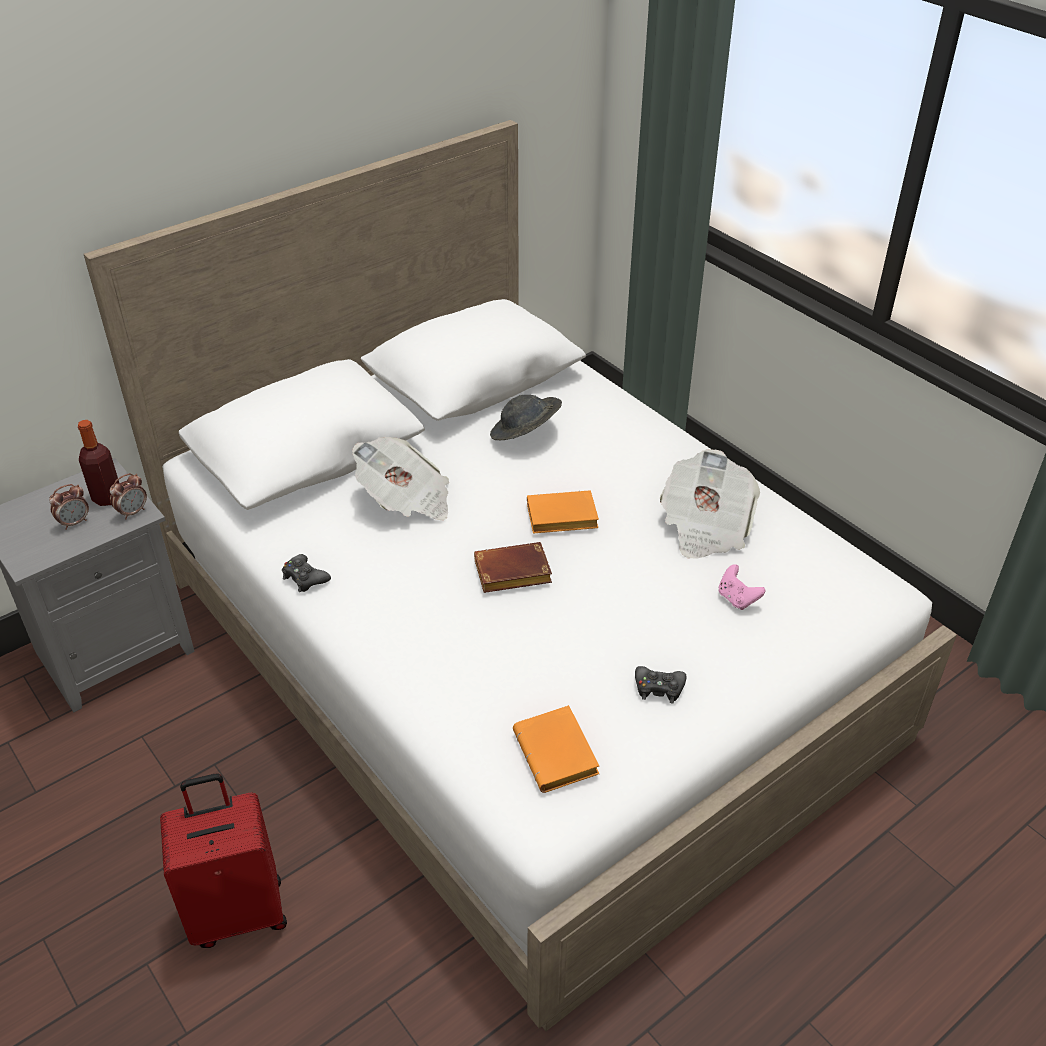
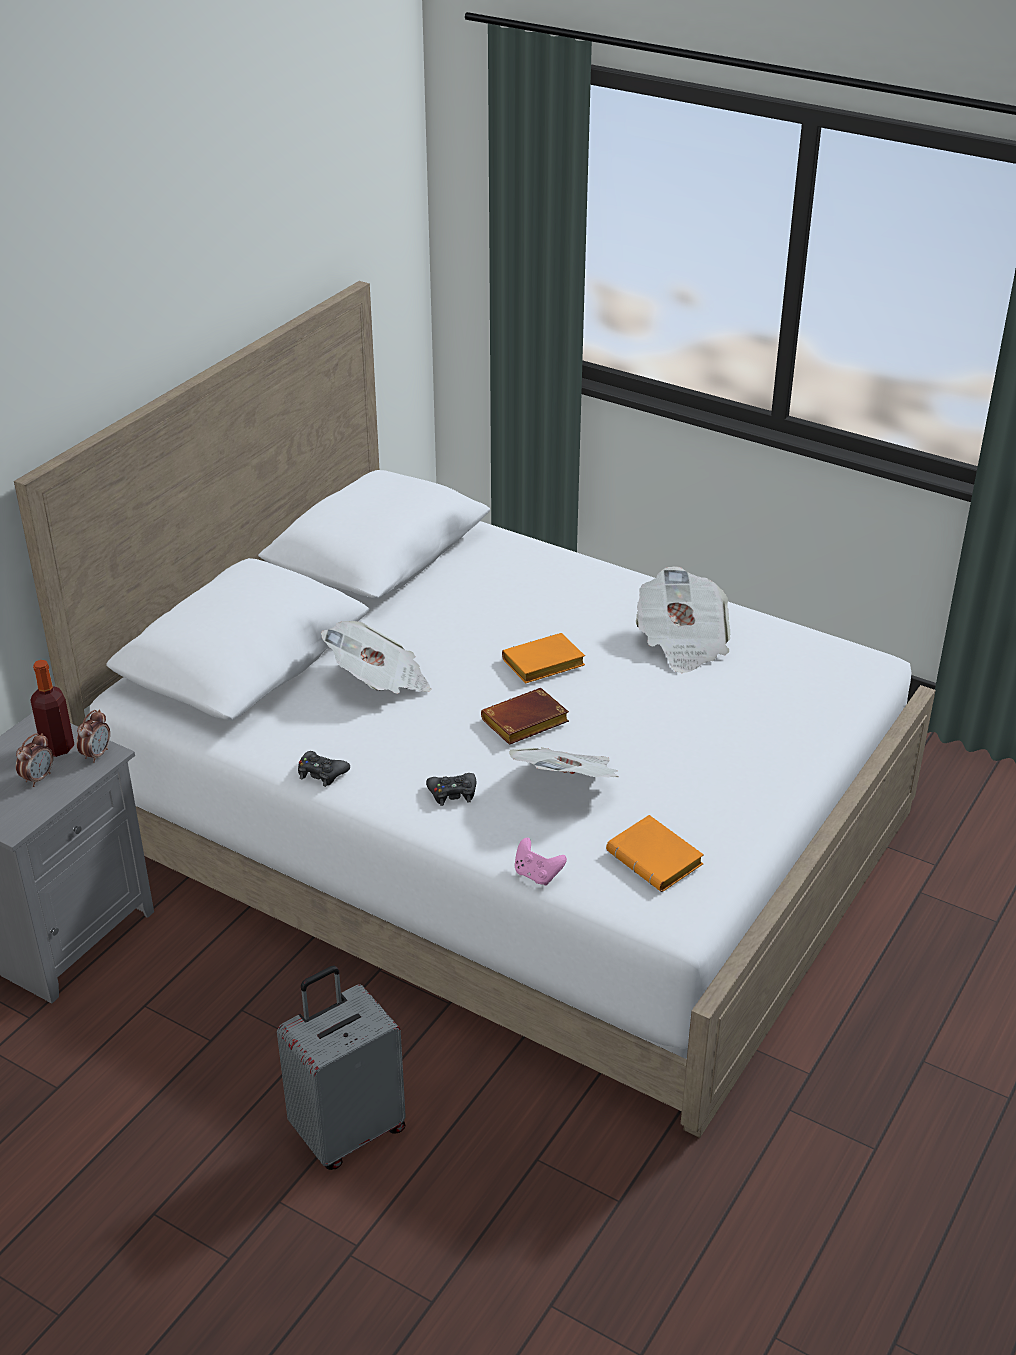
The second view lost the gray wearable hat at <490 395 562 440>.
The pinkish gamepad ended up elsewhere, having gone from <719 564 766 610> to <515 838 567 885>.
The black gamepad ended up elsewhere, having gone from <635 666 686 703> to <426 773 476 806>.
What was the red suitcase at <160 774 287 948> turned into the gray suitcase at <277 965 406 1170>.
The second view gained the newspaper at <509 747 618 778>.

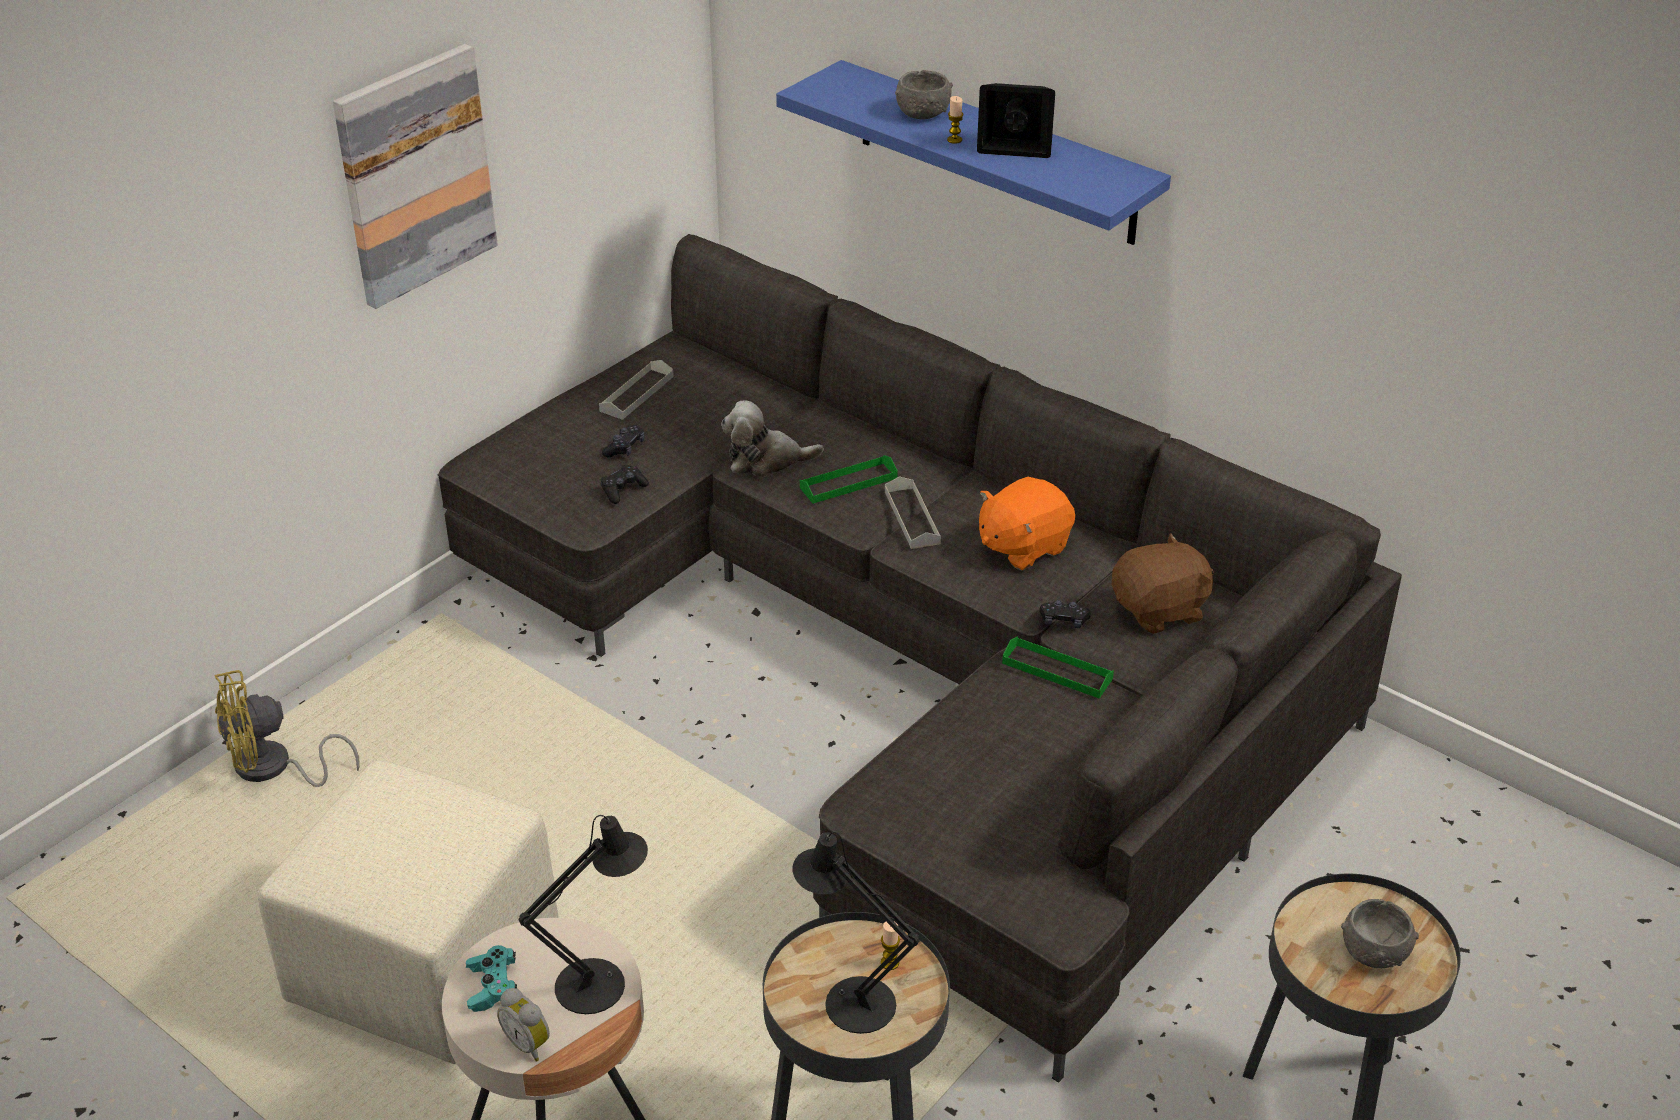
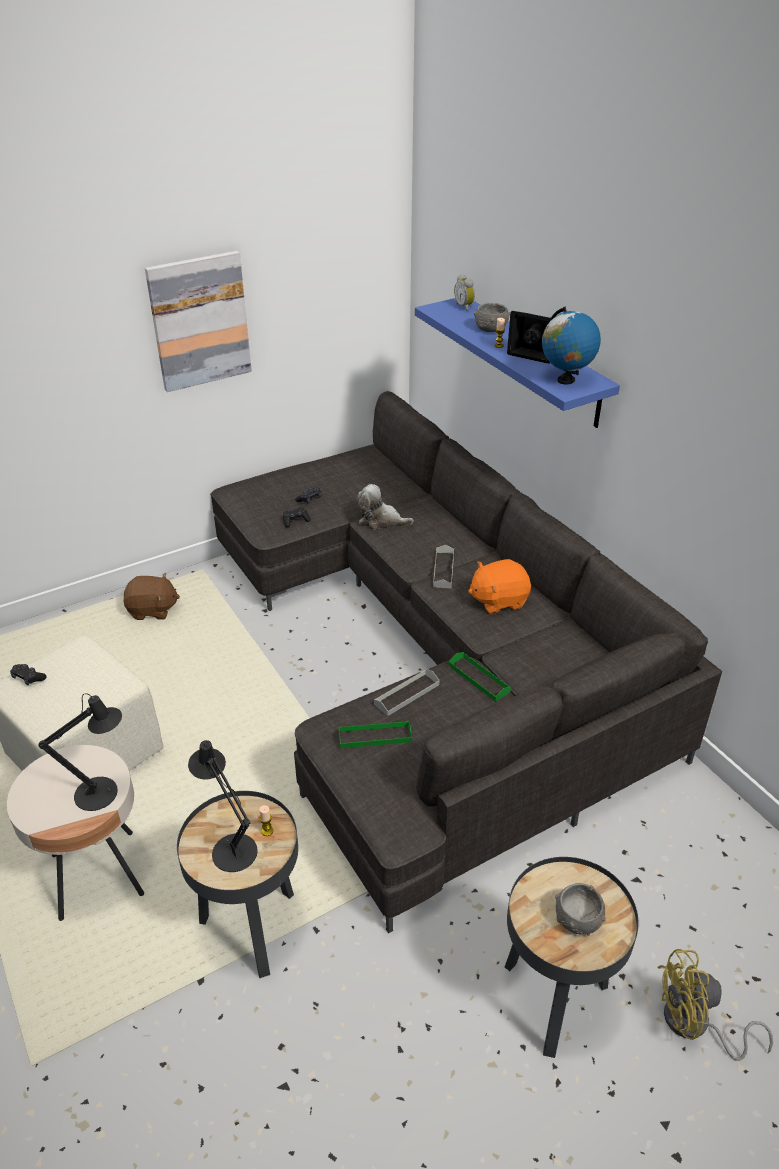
The gray serving tray ended up elsewhere, having gone from <599 360 674 420> to <374 669 439 716>.
The greenish serving tray ended up elsewhere, having gone from <800 455 898 504> to <338 721 412 748>.
The brownish plush toy ended up elsewhere, having gone from <1112 533 1214 634> to <124 573 180 620>.
The black gamepad ended up elsewhere, having gone from <1039 600 1091 628> to <10 664 47 685>.
The yellow cooling fan ended up elsewhere, having gone from <215 670 360 787> to <658 949 773 1061>.
The second view lost the turquoise gamepad at <466 945 517 1012>.
The bedside clock ended up elsewhere, having gone from <497 988 550 1062> to <454 274 475 311>.
The second view gained the desk globe at <542 307 601 384>.

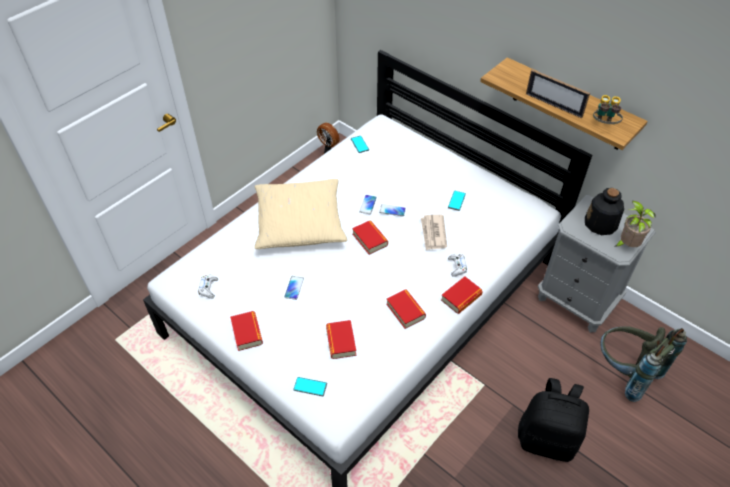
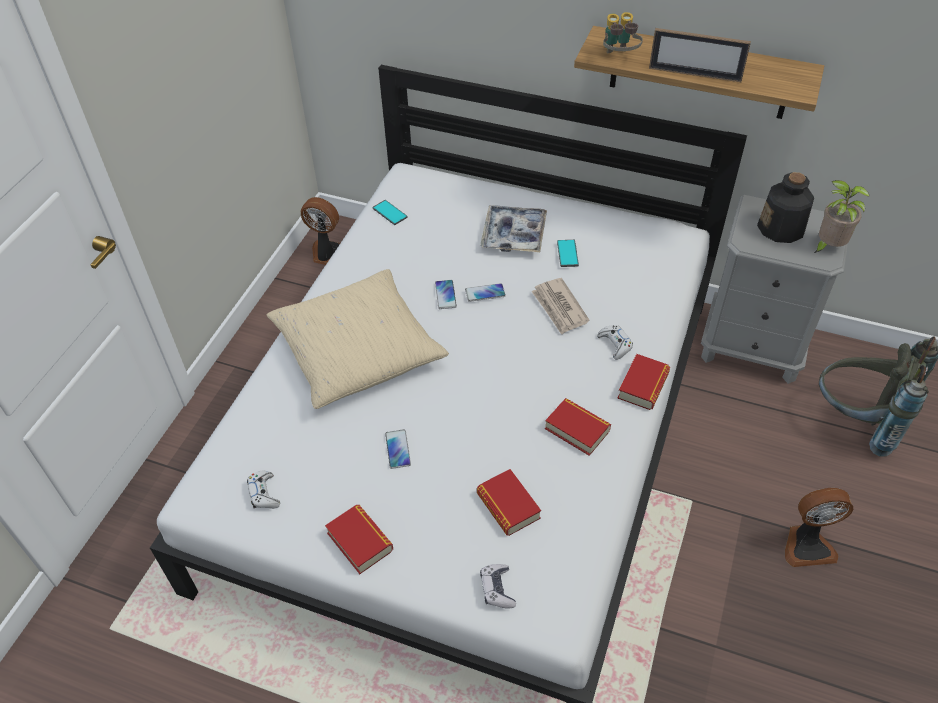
The pair of binoculars ended up elsewhere, having gone from <593 95 623 124> to <603 12 643 53>.
The second view lost the book at <352 220 388 255>.
Where the phone stood at <293 377 327 396>, the gamepad came to stand at <480 564 516 609>.
Where the black knapsack stood at <518 378 589 462>, the cooling fan came to stand at <785 488 853 567>.
The second view gained the serving tray at <480 205 547 252>.

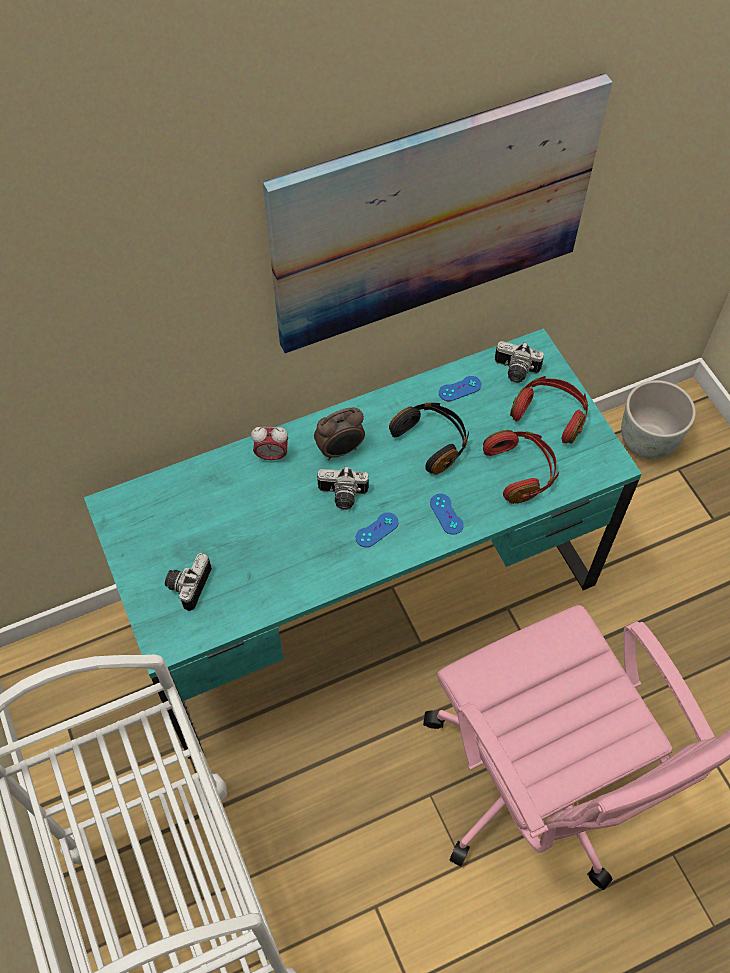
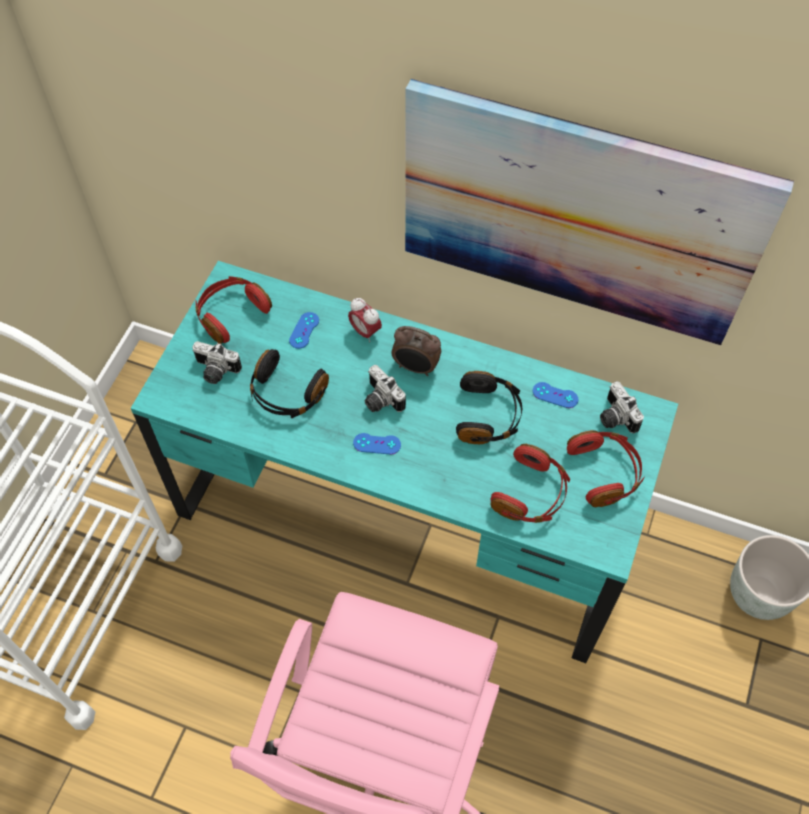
The blue-coloured gamepad ended up elsewhere, having gone from <430 494 464 535> to <289 312 319 349>.
The still camera at <165 553 212 611> ended up facing another way, 135 degrees counterclockwise from before.
The second view gained the red pair of headphones at <195 276 272 344>.
The second view gained the black pair of headphones at <250 349 329 418>.

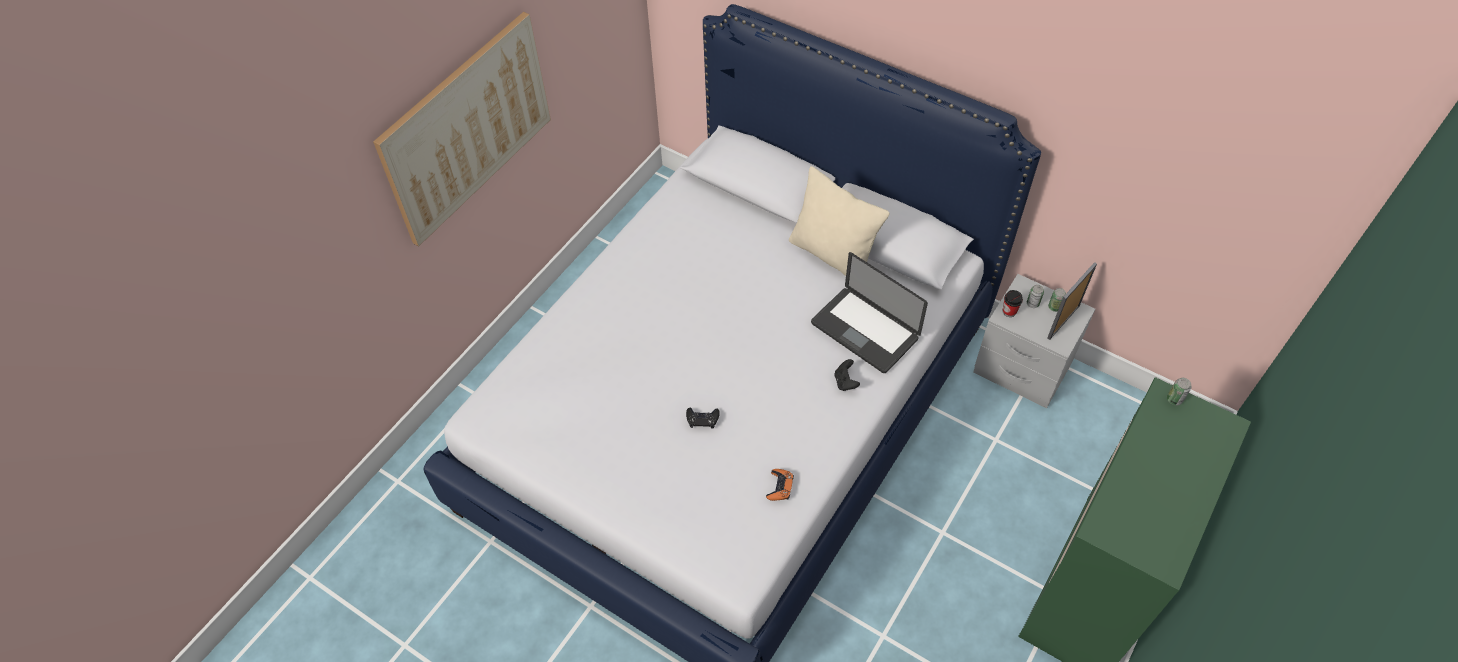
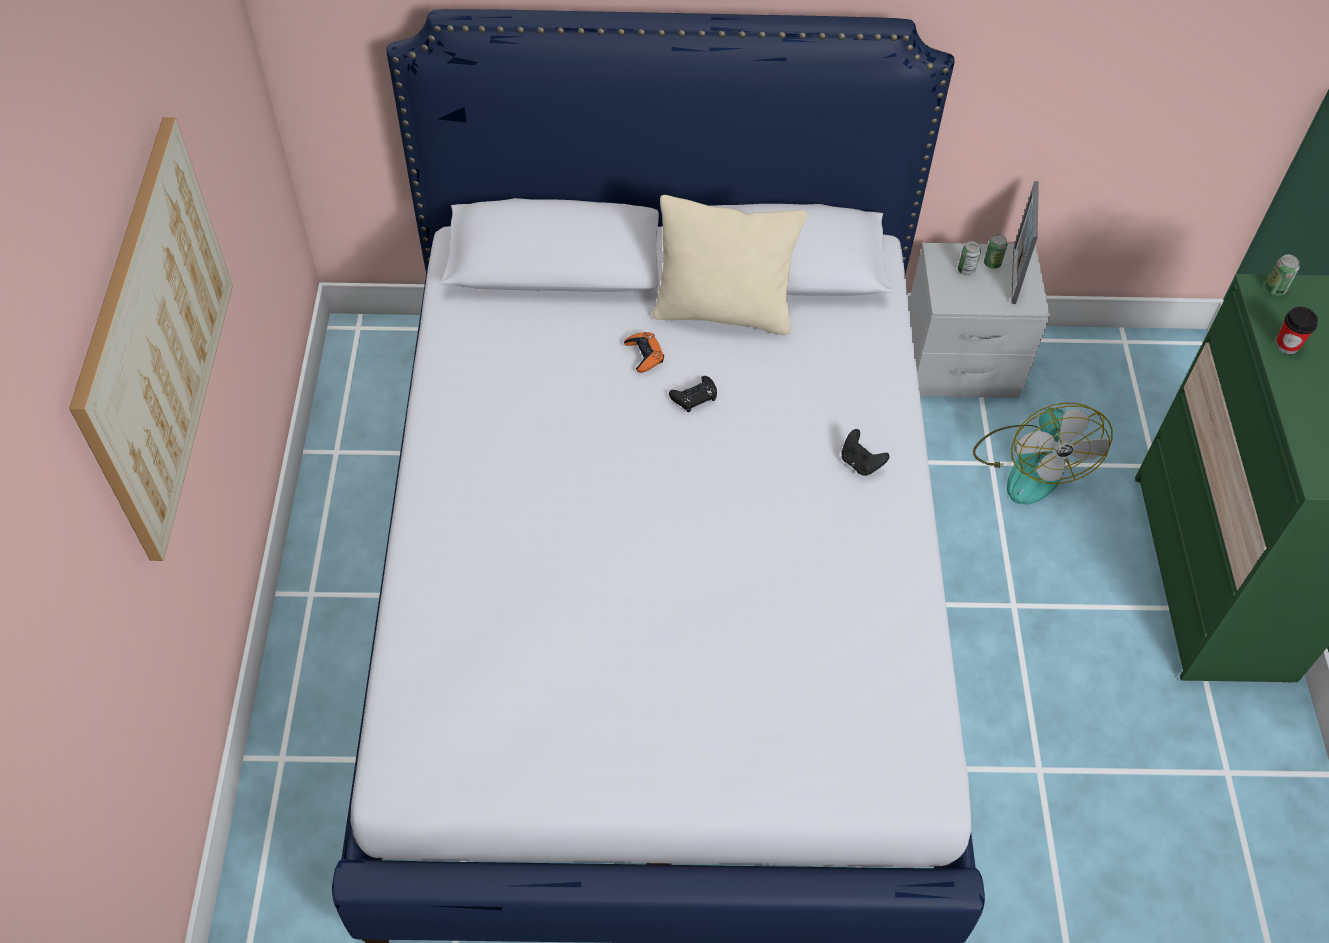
The second view lost the laptop at <811 252 928 373>.
The small cup ended up elsewhere, having gone from <1002 290 1023 317> to <1275 307 1318 354>.
The black gamepad ended up elsewhere, having gone from <686 408 720 429> to <669 376 717 412>.
The orange-coloured gamepad ended up elsewhere, having gone from <766 469 794 501> to <624 332 664 373>.
The second view gained the cooling fan at <973 403 1113 505>.

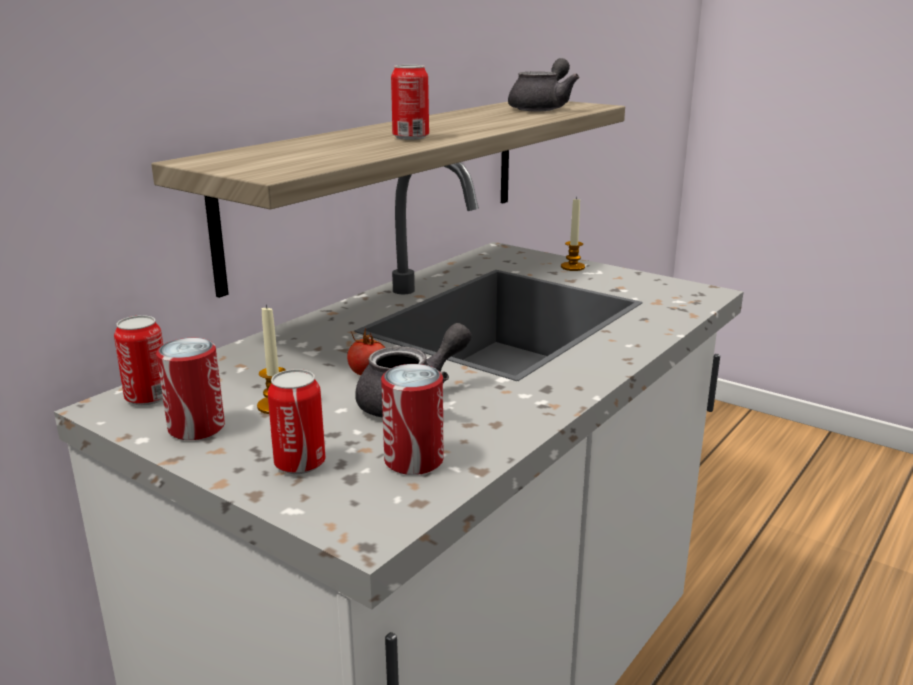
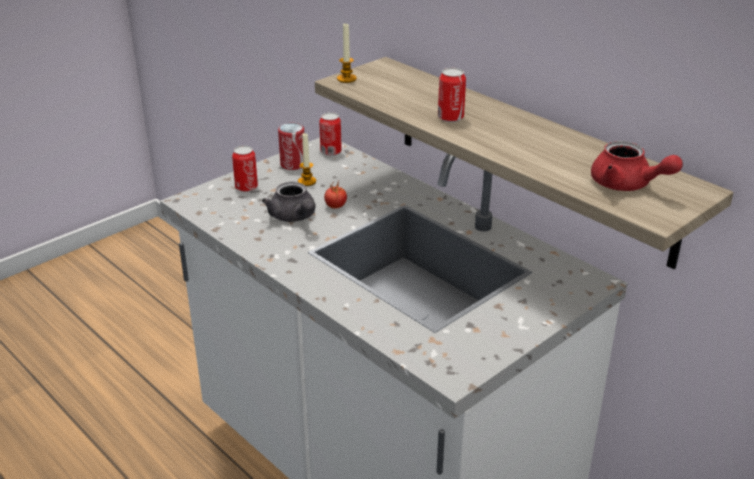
What was the gray teapot at <508 58 579 111> turned into the red teapot at <591 141 683 191>.
The wax light ended up elsewhere, having gone from <561 197 585 271> to <337 24 357 83>.
The second view lost the metal can at <381 364 443 475>.

